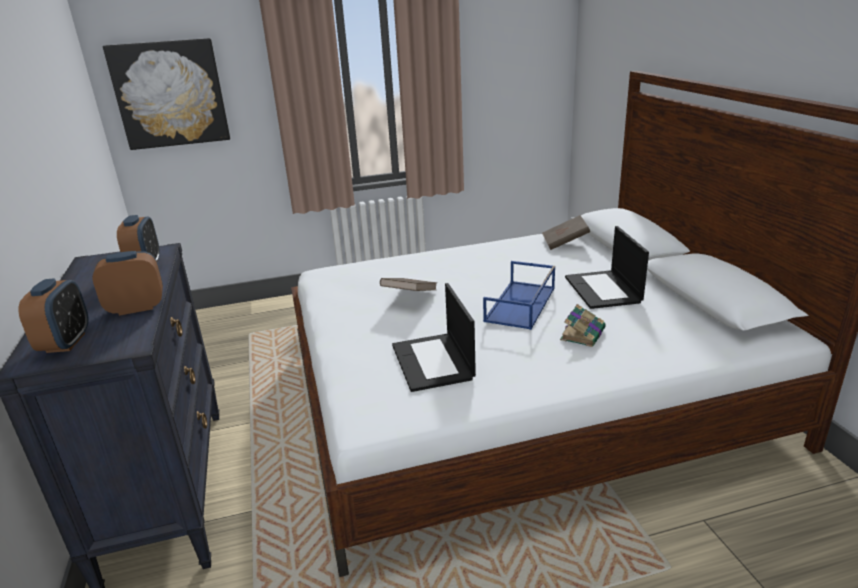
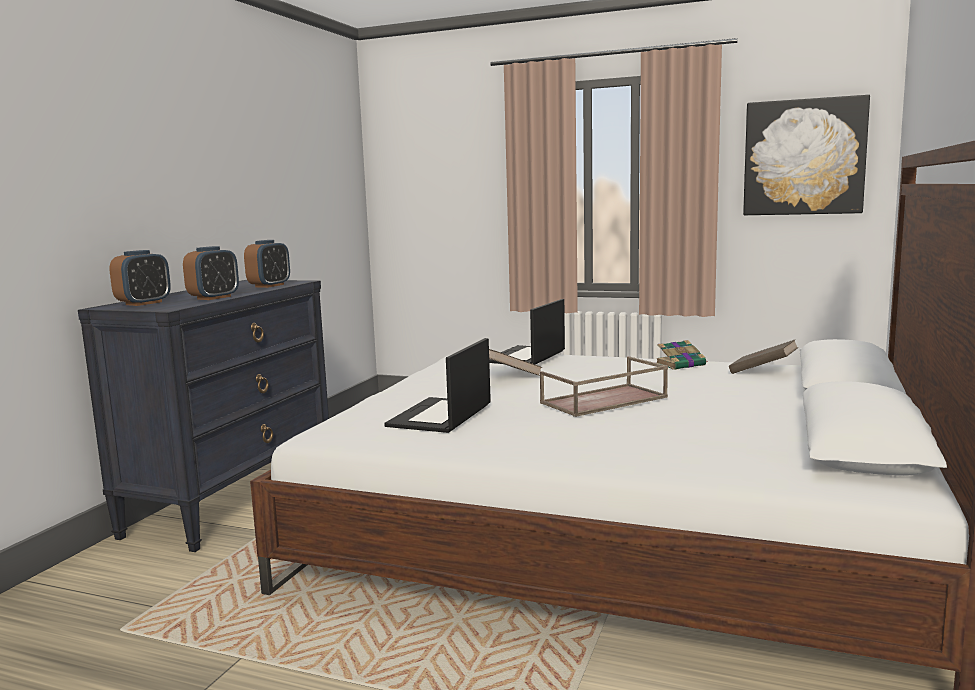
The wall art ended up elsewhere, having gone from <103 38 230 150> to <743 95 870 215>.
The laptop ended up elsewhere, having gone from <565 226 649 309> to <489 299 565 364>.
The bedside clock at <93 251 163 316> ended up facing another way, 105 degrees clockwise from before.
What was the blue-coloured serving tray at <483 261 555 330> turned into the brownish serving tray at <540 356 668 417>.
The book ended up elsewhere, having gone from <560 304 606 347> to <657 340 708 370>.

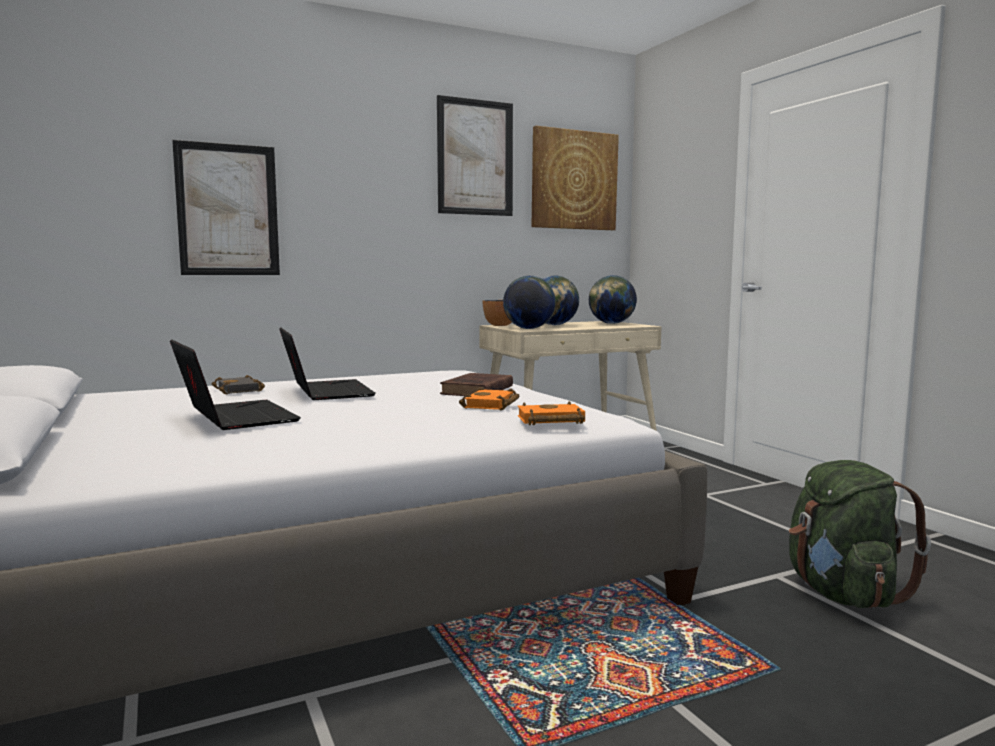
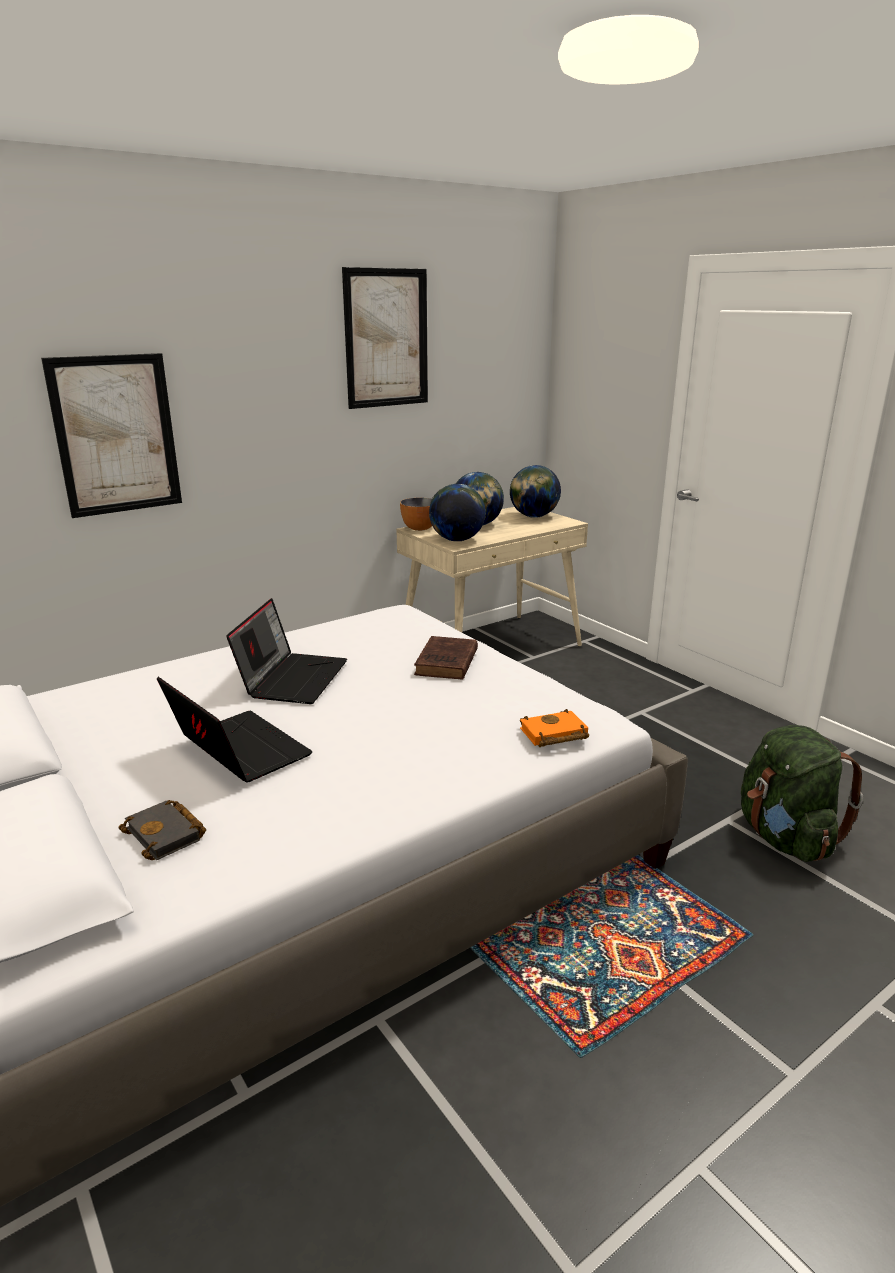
The second view lost the wall art at <532 126 619 230>.
The laptop at <279 327 376 400> ended up facing another way, 45 degrees clockwise from before.
The black book ended up elsewhere, having gone from <212 375 265 394> to <119 800 206 860>.
The second view lost the orange-coloured book at <459 387 519 410>.

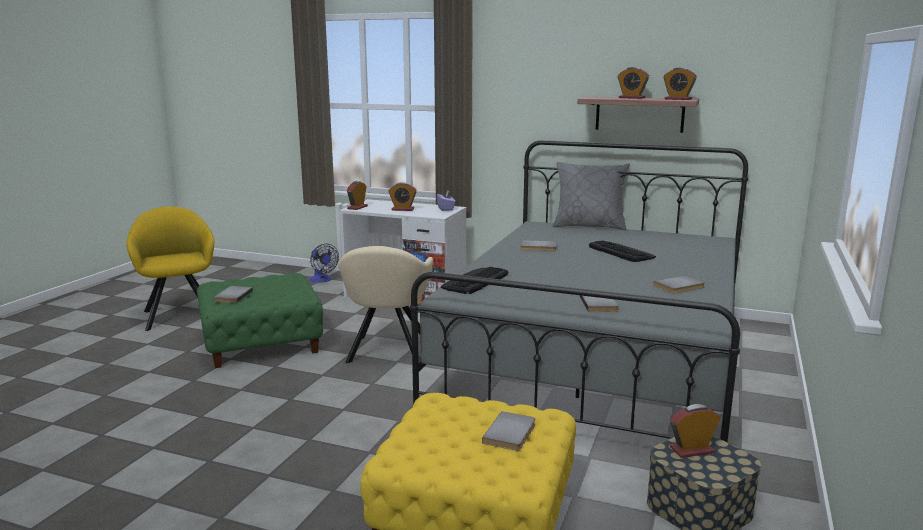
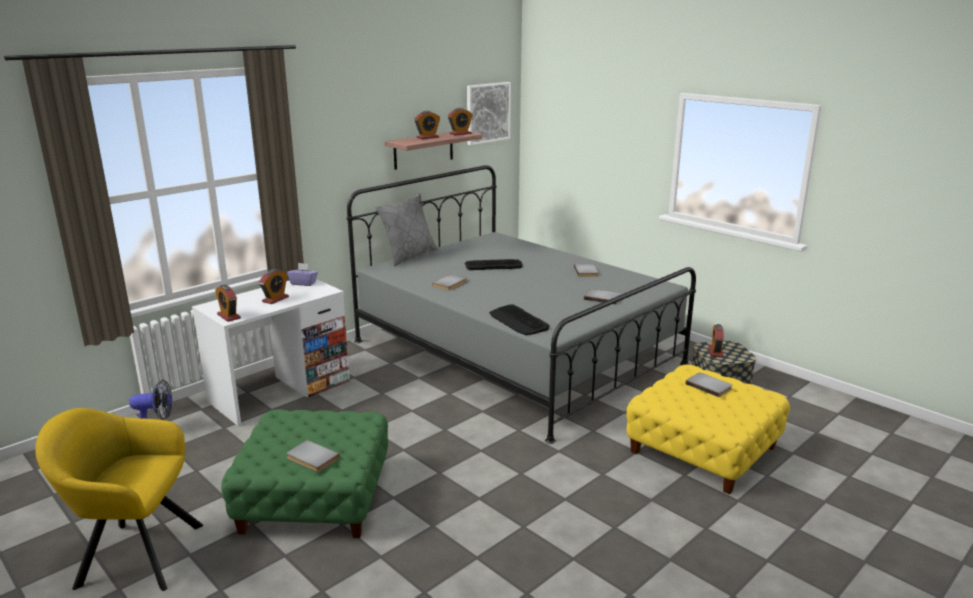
The second view lost the beige-coloured lounge chair at <338 246 433 363>.
The second view gained the wall art at <467 82 511 145>.

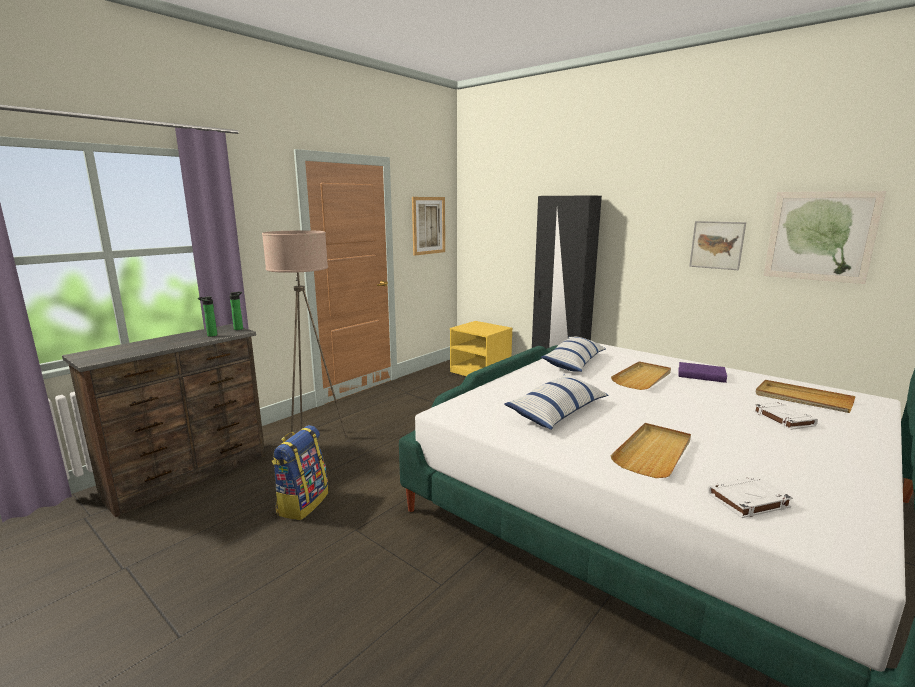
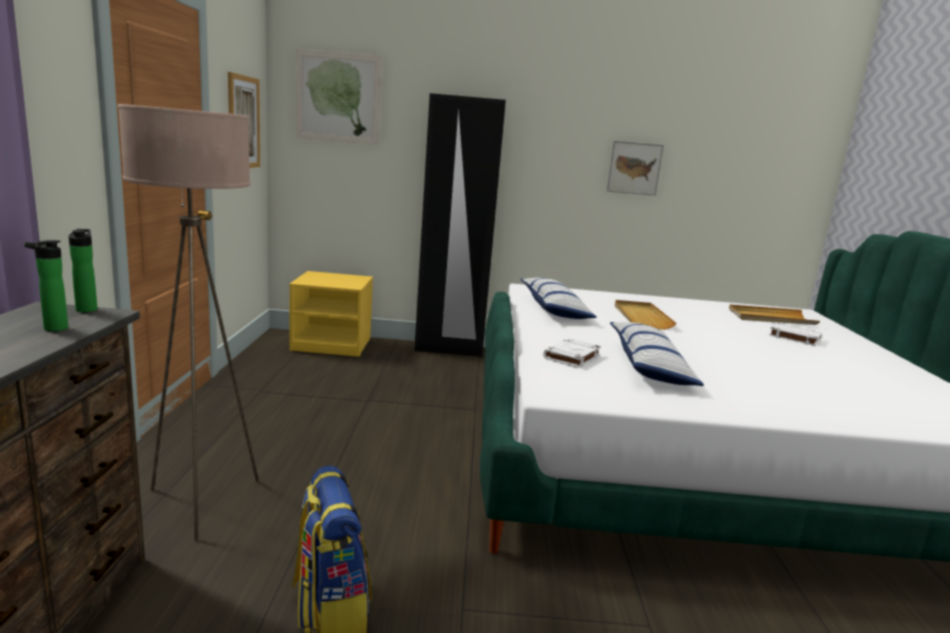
The wall art ended up elsewhere, having gone from <763 191 886 284> to <296 49 382 145>.
The second view lost the purple-coloured book at <678 362 727 383>.
The second view lost the beige-coloured serving tray at <610 423 691 478>.
The white-coloured book ended up elsewhere, having gone from <708 476 793 518> to <543 338 601 368>.

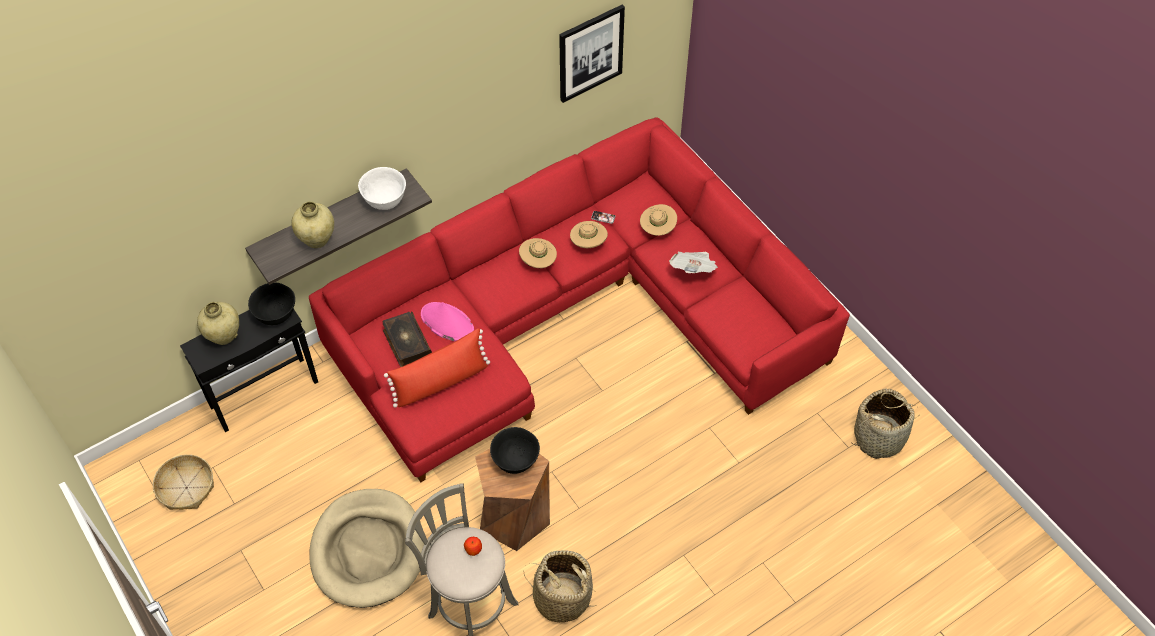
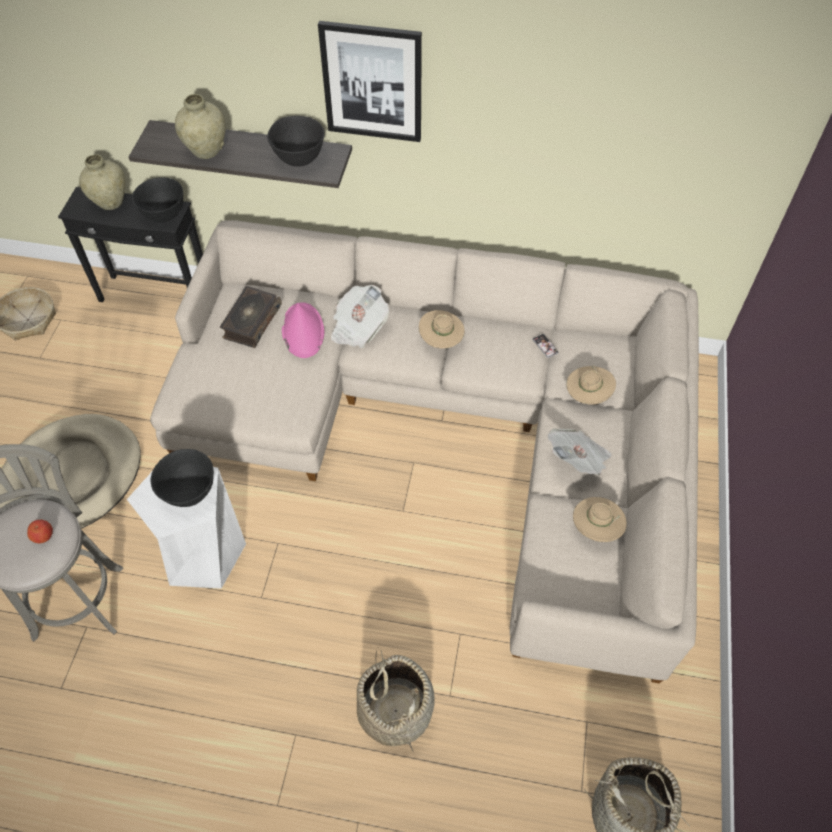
The wall art ended up elsewhere, having gone from <559 5 625 103> to <318 21 422 142>.
What was the red couch at <309 117 850 482> turned into the beige-coloured couch at <150 220 699 683>.
What was the white-coloured serving bowl at <358 167 406 210> turned into the black serving bowl at <267 116 325 167>.
The beige-coloured wearable hat ended up elsewhere, having gone from <570 221 608 248> to <573 497 627 542>.
The second view lost the red cushion at <384 329 490 408>.
What was the brownish sitting stool at <475 448 550 551> turned into the white-coloured sitting stool at <127 467 246 589>.
The basket ended up elsewhere, having gone from <523 550 597 623> to <357 651 435 751>.
The second view gained the newspaper at <331 285 389 348>.

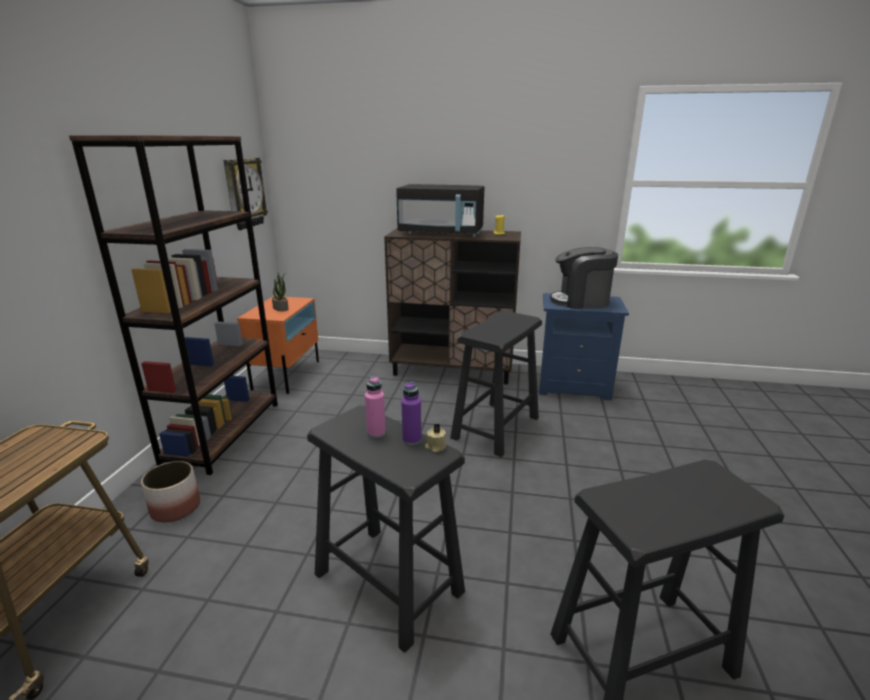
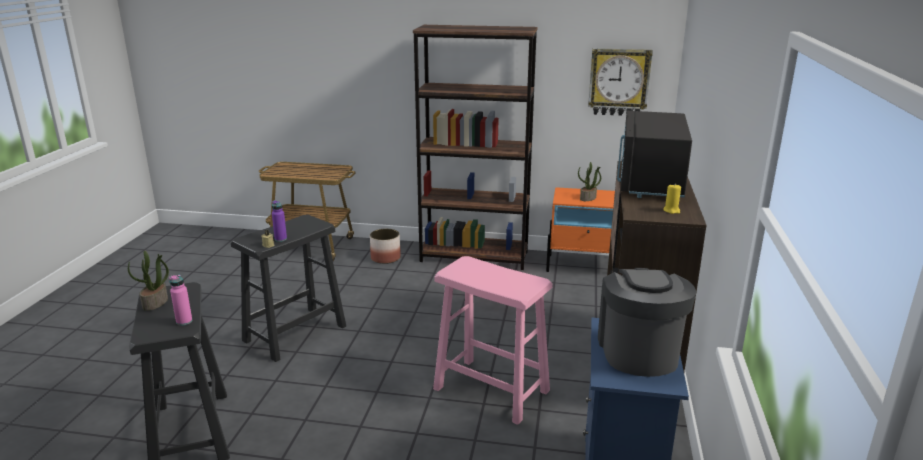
What was the black sitting stool at <450 311 542 457> turned into the pinkish sitting stool at <433 256 553 425>.
The pinkish beverage bottle ended up elsewhere, having gone from <365 376 386 438> to <169 275 192 325>.
The second view gained the houseplant at <128 250 169 311>.

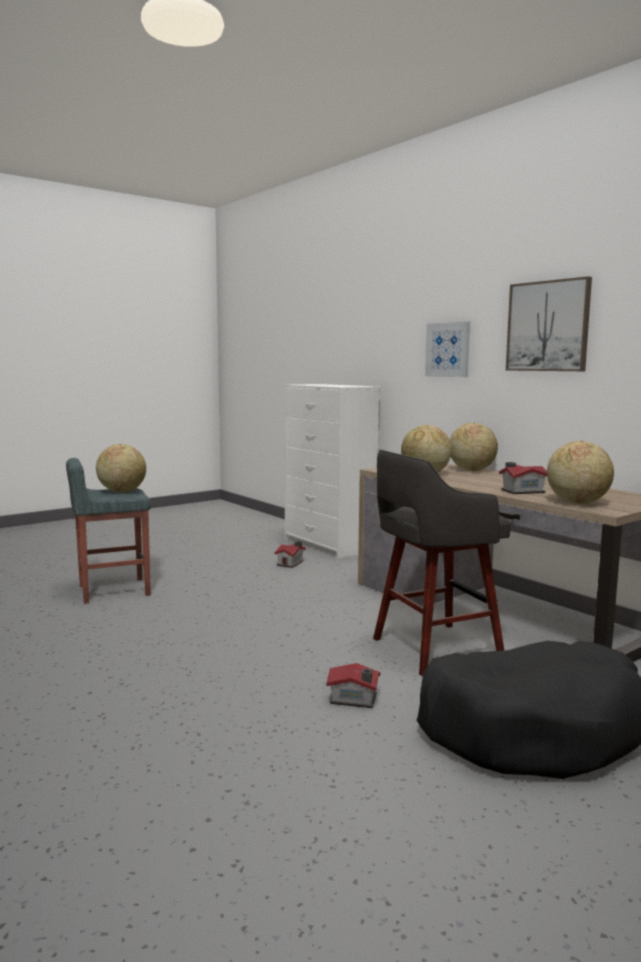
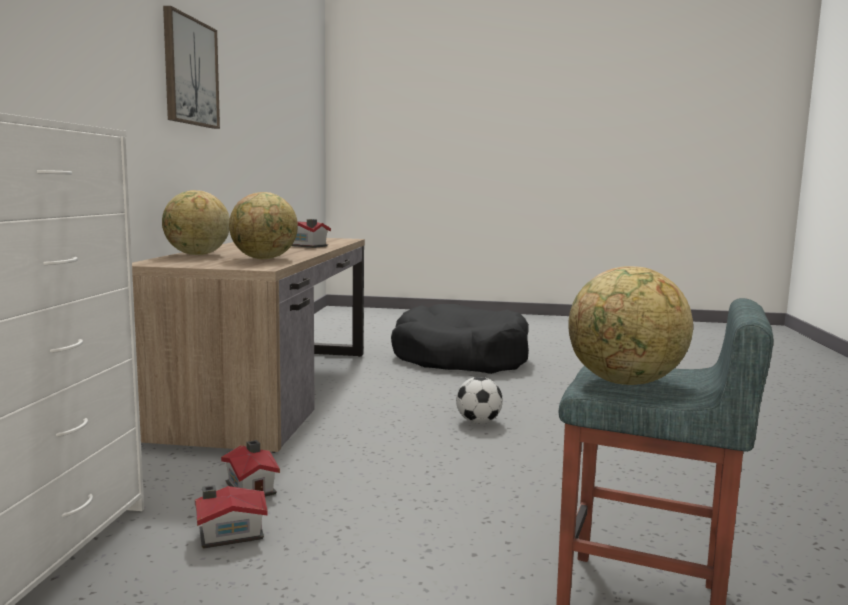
The second view lost the wall art at <425 321 470 377>.
The second view lost the desk globe at <547 441 614 504>.
The second view lost the gray sitting stool at <373 450 511 676>.
The model house ended up elsewhere, having gone from <327 663 380 708> to <221 440 280 497>.
The second view gained the football at <456 377 503 424>.

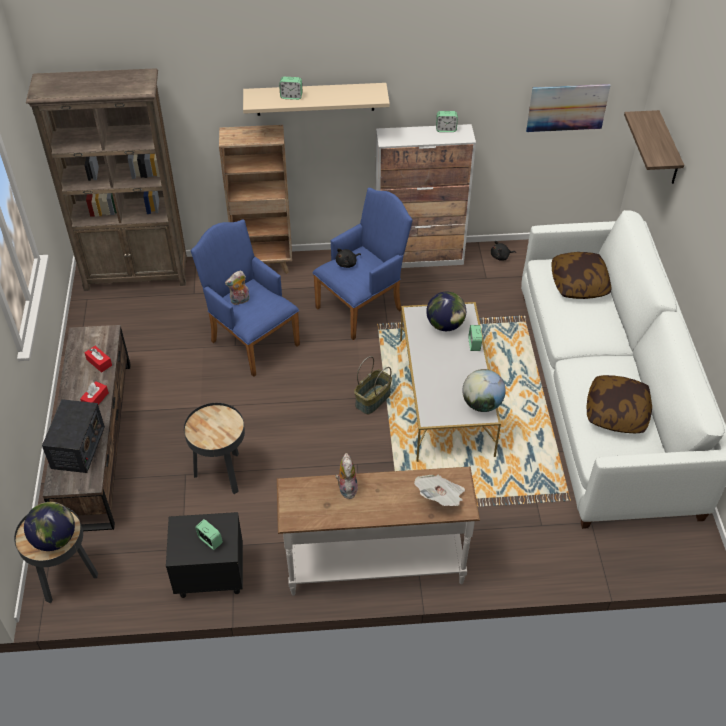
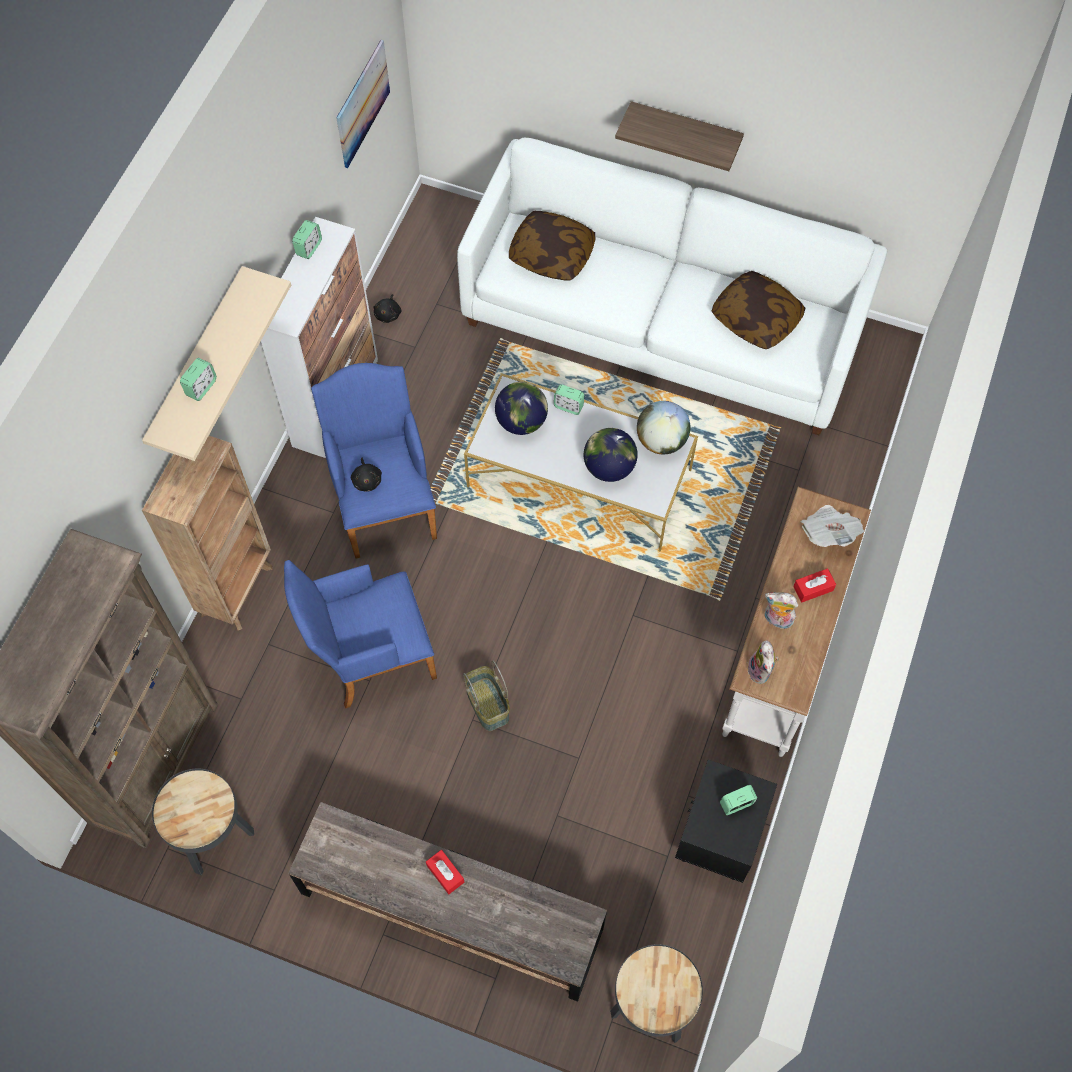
The shelf ended up elsewhere, having gone from <624 110 684 184> to <615 101 744 171>.
The plush toy ended up elsewhere, having gone from <225 271 250 305> to <747 640 779 684>.
The red tissue holder ended up elsewhere, having gone from <84 346 112 373> to <793 568 836 602>.
The basket ended up elsewhere, having gone from <354 356 392 414> to <463 661 510 731>.
The second view lost the radio set at <42 399 105 473>.
The black accent table ended up elsewhere, having gone from <184 403 245 494> to <152 769 254 875>.
The desk globe ended up elsewhere, having gone from <24 502 75 551> to <584 428 638 482>.

